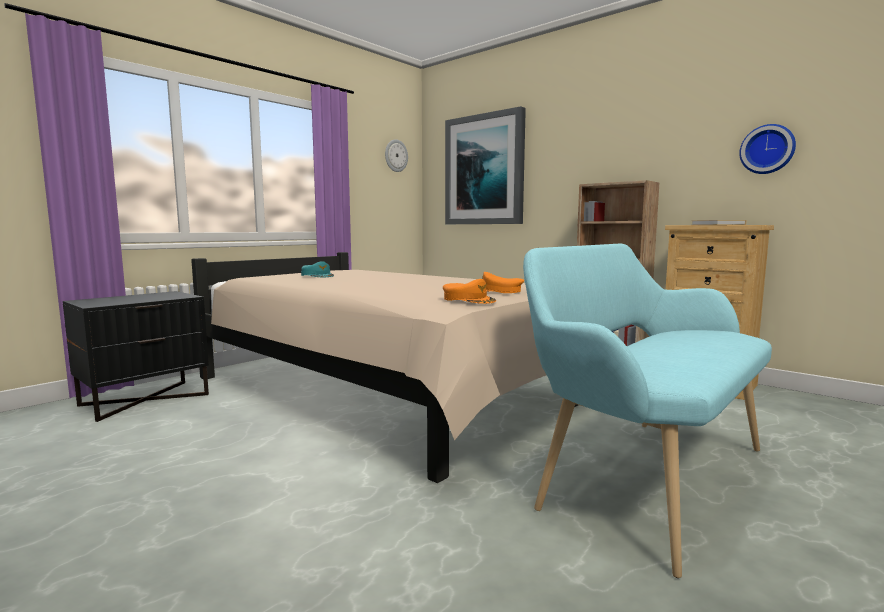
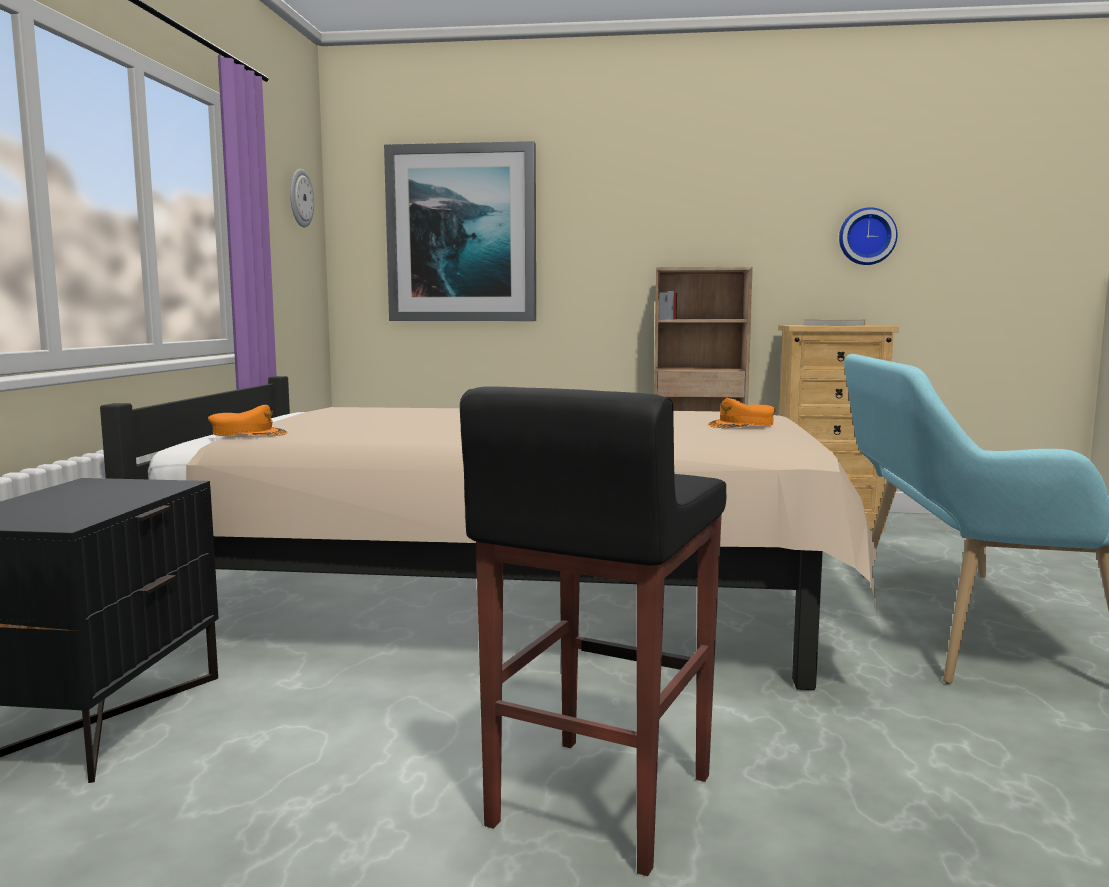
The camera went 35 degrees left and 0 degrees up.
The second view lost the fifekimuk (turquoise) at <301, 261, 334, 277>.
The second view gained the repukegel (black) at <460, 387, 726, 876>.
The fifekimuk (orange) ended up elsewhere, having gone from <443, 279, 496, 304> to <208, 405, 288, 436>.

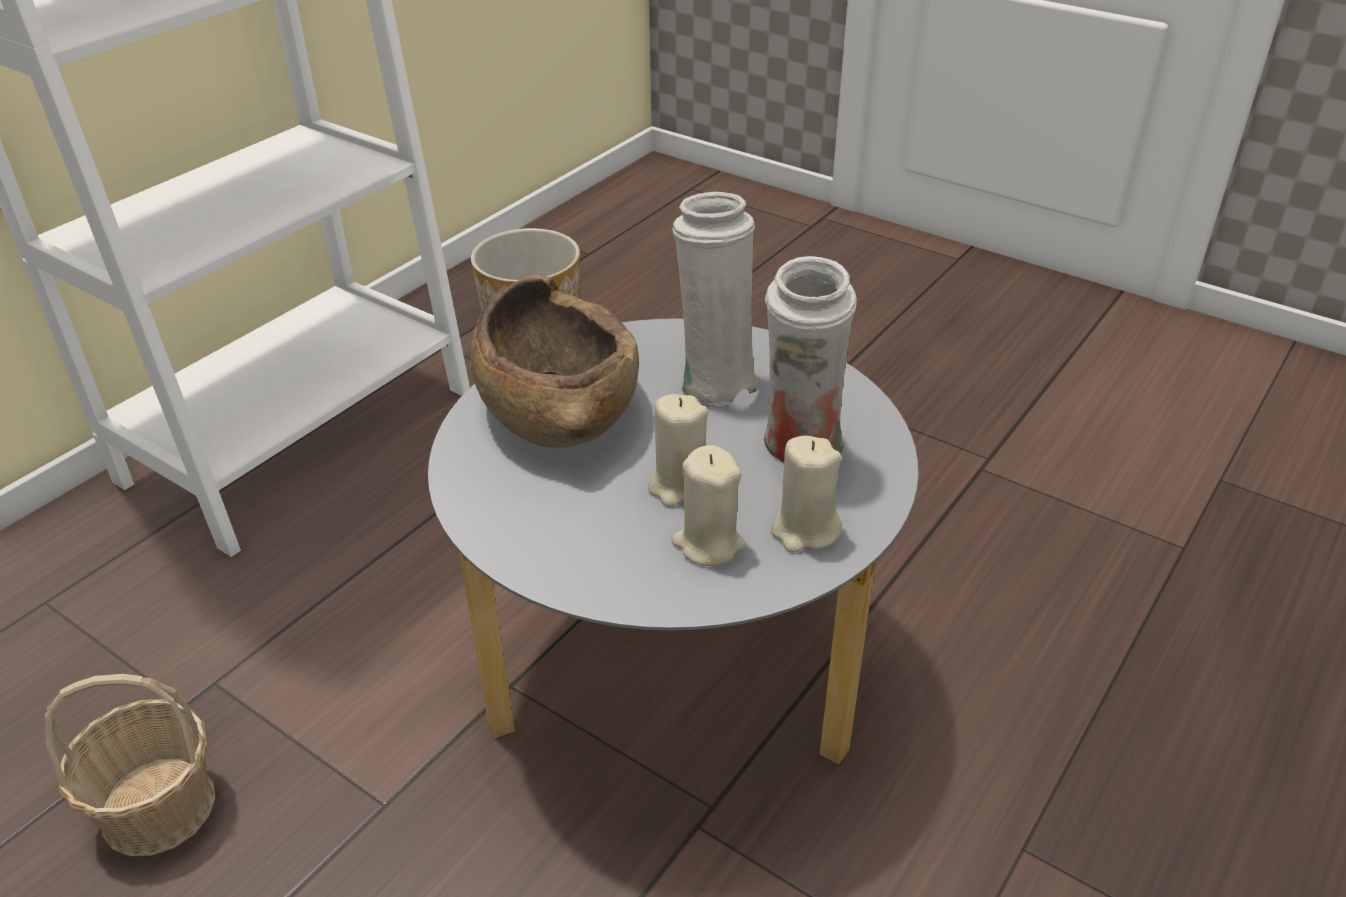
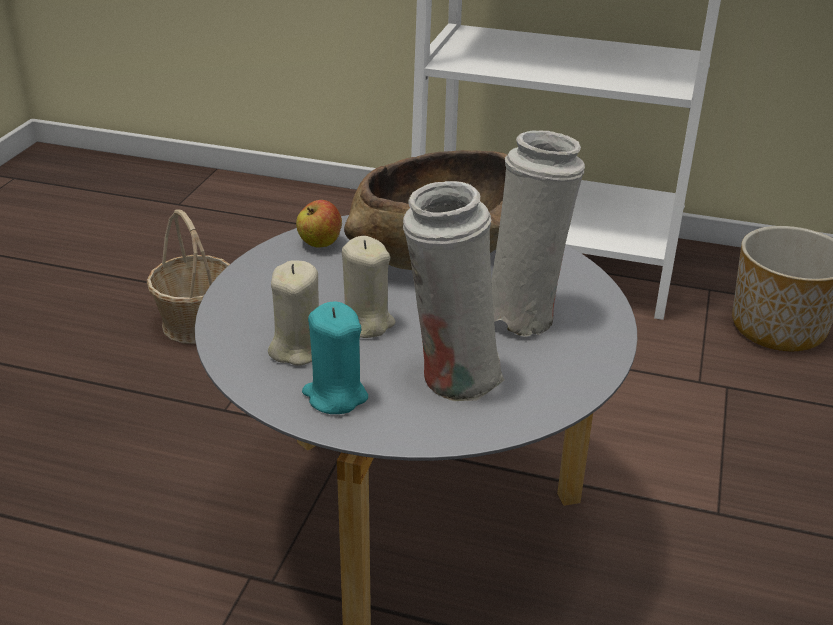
The camera went 70 degrees right and 5 degrees down.
The second view gained the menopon at <296, 200, 342, 247>.
What was the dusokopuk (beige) at <771, 436, 842, 553> turned into the dusokopuk (turquoise) at <302, 301, 368, 414>.

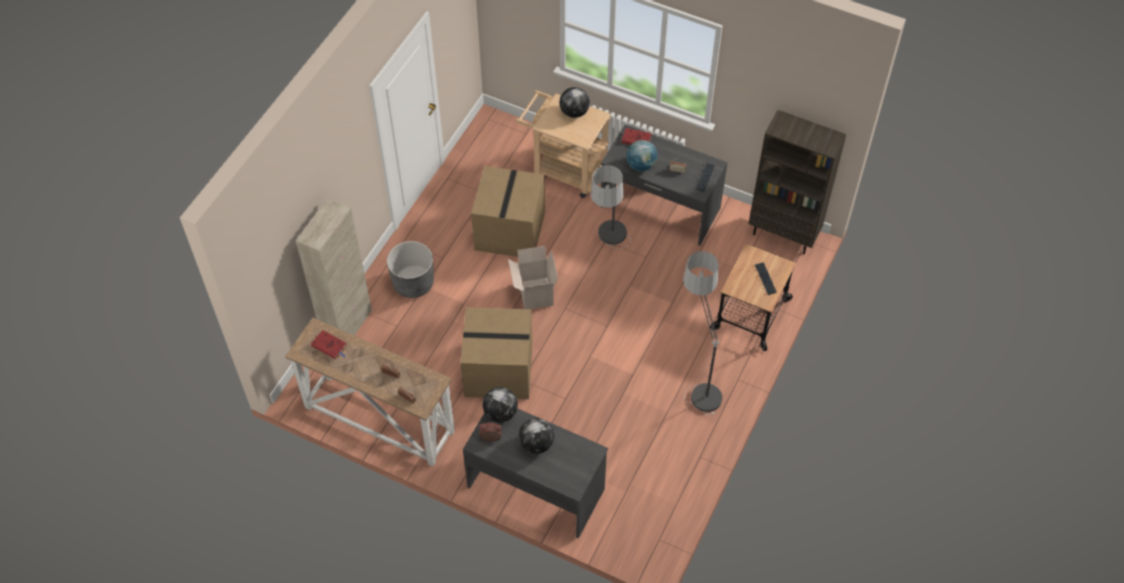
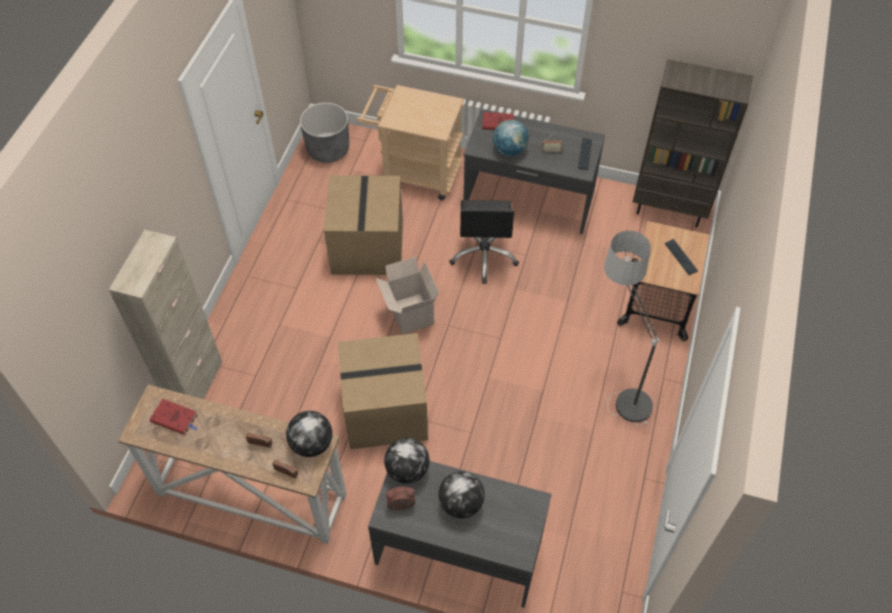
The camera went 10 degrees left and 0 degrees up.
The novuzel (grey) ended up elsewhere, having gone from <387, 241, 434, 298> to <300, 102, 349, 163>.
The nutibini ended up elsewhere, having gone from <559, 87, 590, 118> to <286, 411, 332, 457>.
Where the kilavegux stood at <591, 165, 631, 249>, the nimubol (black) came to stand at <449, 200, 519, 284>.

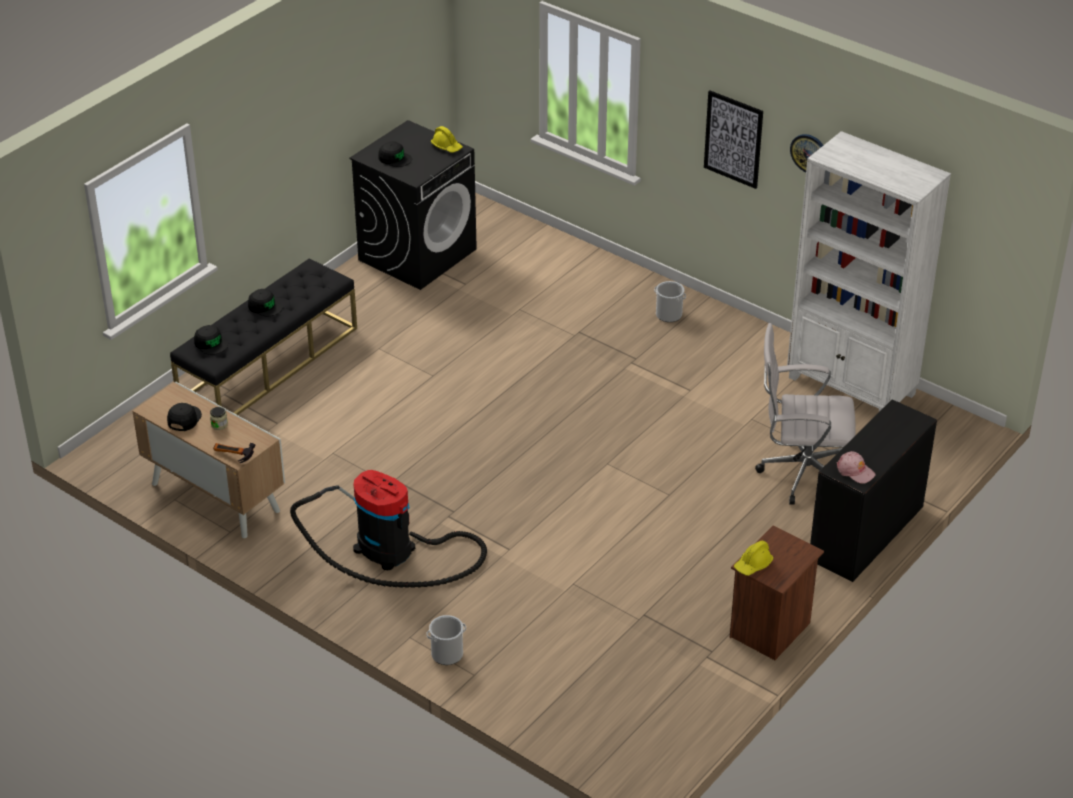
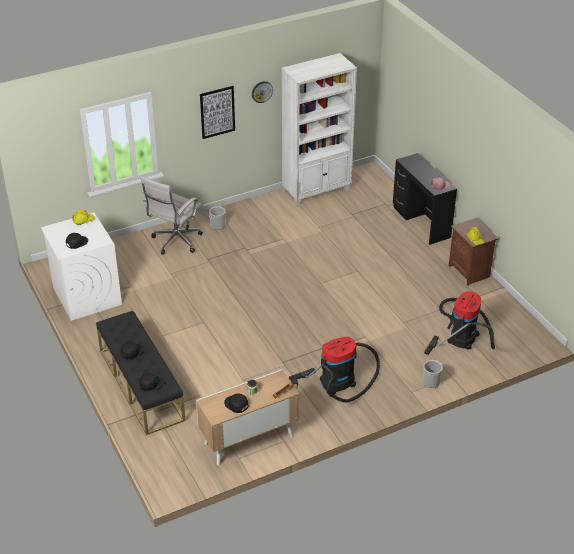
The camera went 65 degrees left and 0 degrees up.
The second view gained the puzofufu at <424, 291, 495, 355>.
The nimubol (white) ended up elsewhere, having gone from <755, 323, 856, 505> to <141, 176, 203, 255>.
What was the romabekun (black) at <349, 120, 477, 290> turned into the romabekun (white) at <41, 212, 122, 321>.

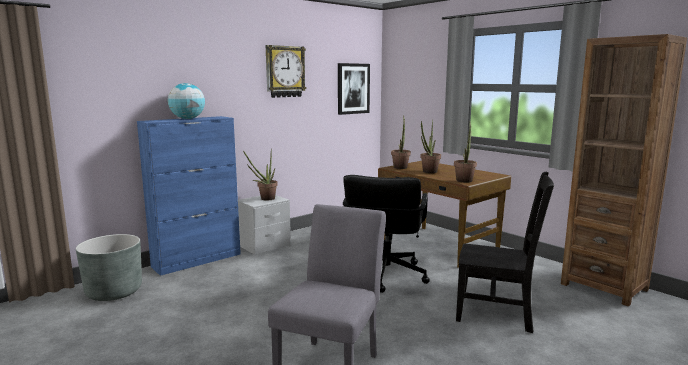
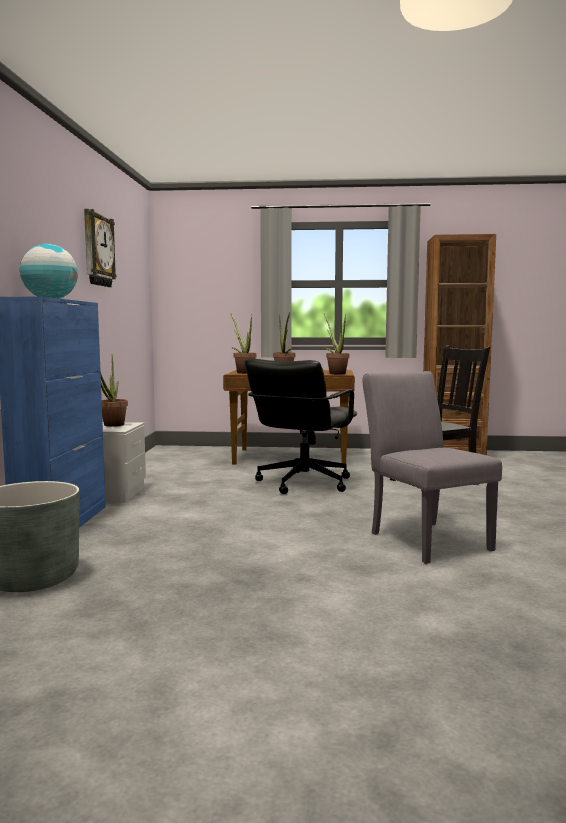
The camera went 45 degrees left and 5 degrees down.
The second view lost the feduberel at <338, 63, 370, 115>.
The nimubol (black) at <343, 175, 430, 293> ended up facing another way, 60 degrees clockwise from before.

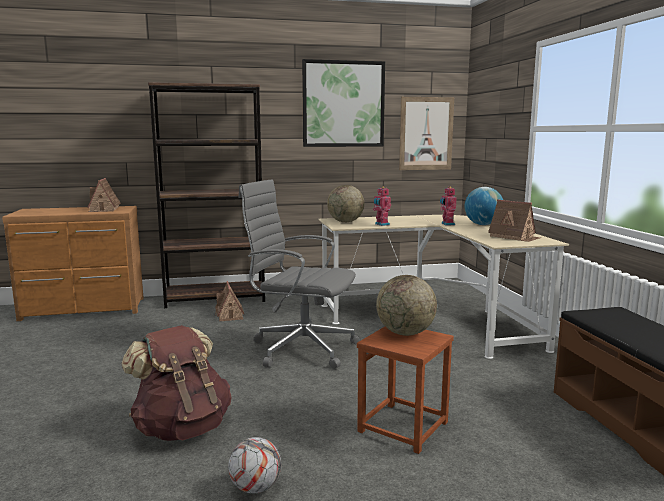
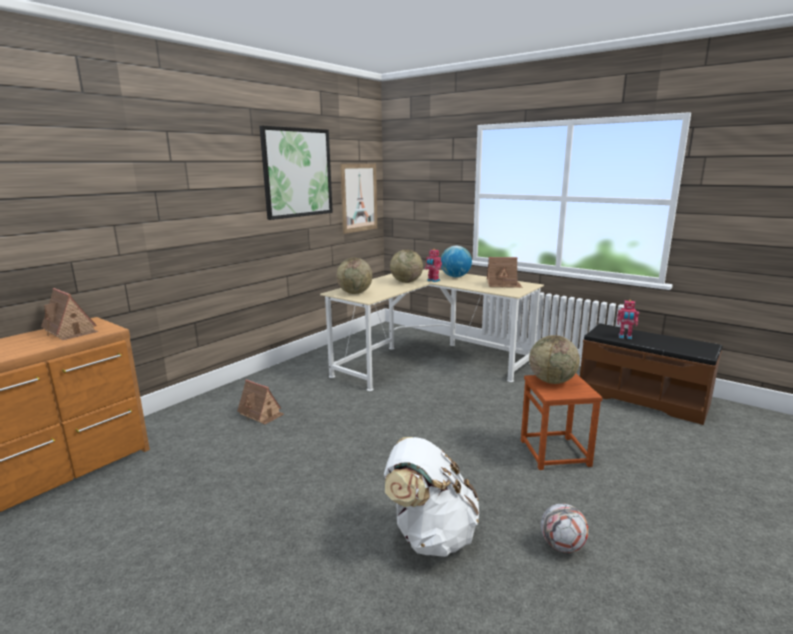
The camera went 40 degrees left and 5 degrees up.
The second view lost the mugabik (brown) at <148, 82, 265, 308>.
The second view lost the nimubol (grey) at <238, 179, 361, 369>.
The second view gained the nutibini at <390, 249, 423, 283>.
The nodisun ended up elsewhere, having gone from <373, 187, 391, 226> to <617, 300, 639, 339>.
What was the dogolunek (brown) at <121, 325, 231, 441> turned into the dogolunek (white) at <384, 437, 479, 557>.

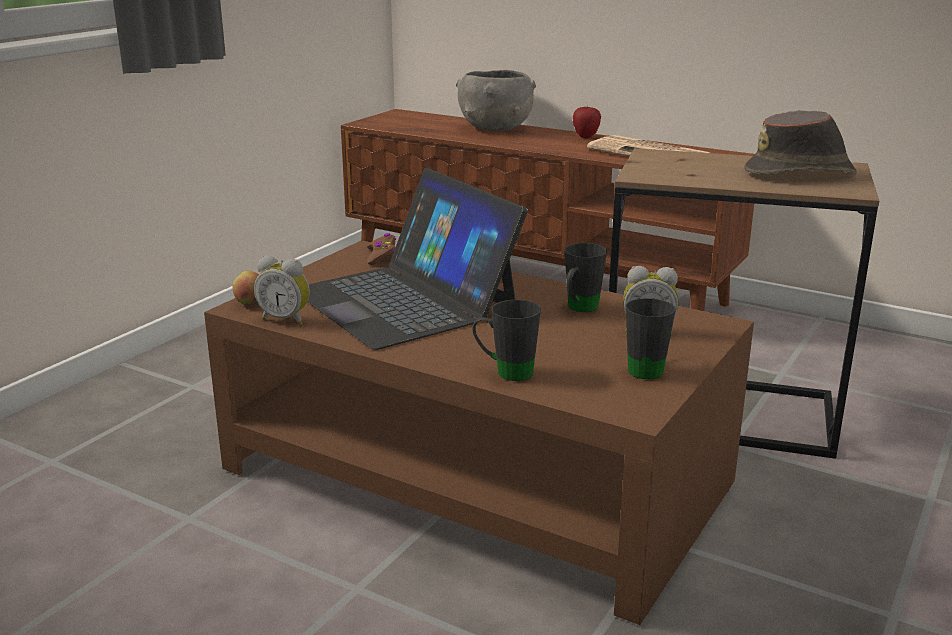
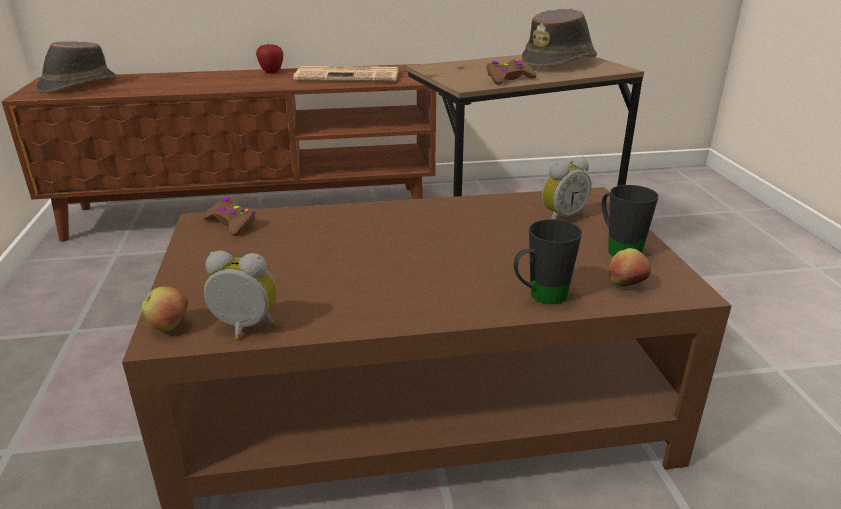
The camera went 40 degrees left and 5 degrees up.
The second view lost the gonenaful at <307, 168, 528, 350>.
The second view lost the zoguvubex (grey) at <456, 70, 536, 131>.
The second view lost the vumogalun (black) at <564, 243, 607, 312>.
The second view gained the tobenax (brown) at <36, 41, 117, 93>.
The second view gained the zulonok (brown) at <486, 59, 537, 85>.
The second view gained the menopon at <609, 248, 651, 286>.
The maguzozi at <254, 256, 310, 325> ended up facing another way, 150 degrees counterclockwise from before.

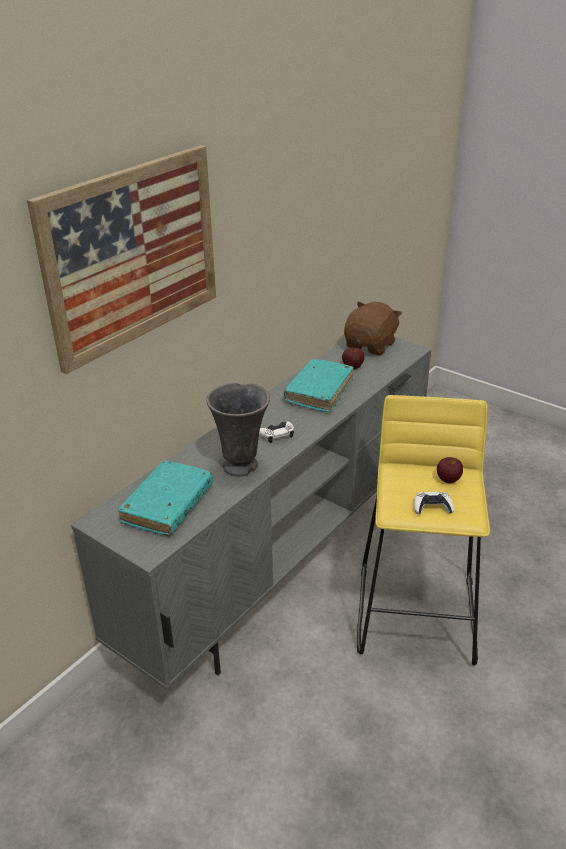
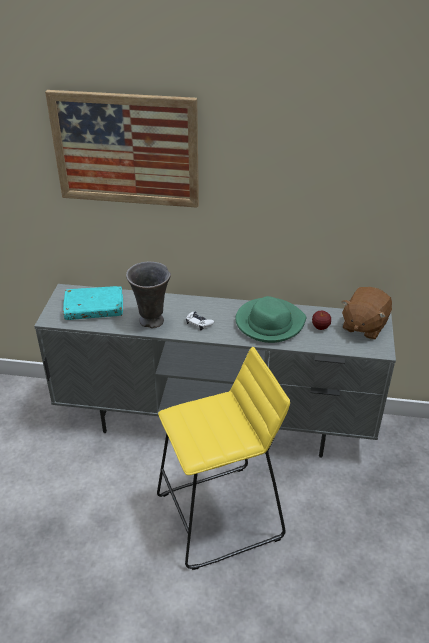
The camera went 60 degrees right and 5 degrees up.
The second view lost the zulonok (white) at <414, 492, 454, 514>.
The second view lost the menopon at <437, 457, 463, 483>.
Where the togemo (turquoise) stood at <284, 359, 354, 412>, the tobenax (green) came to stand at <236, 296, 306, 343>.
The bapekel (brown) at <344, 302, 402, 355> ended up facing another way, 120 degrees clockwise from before.

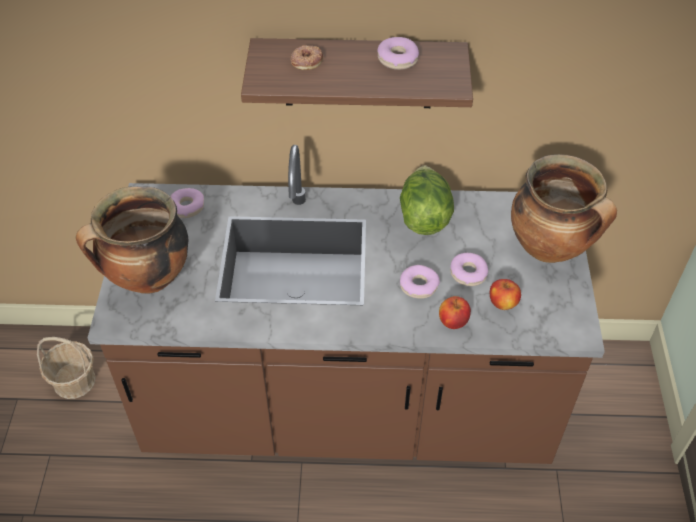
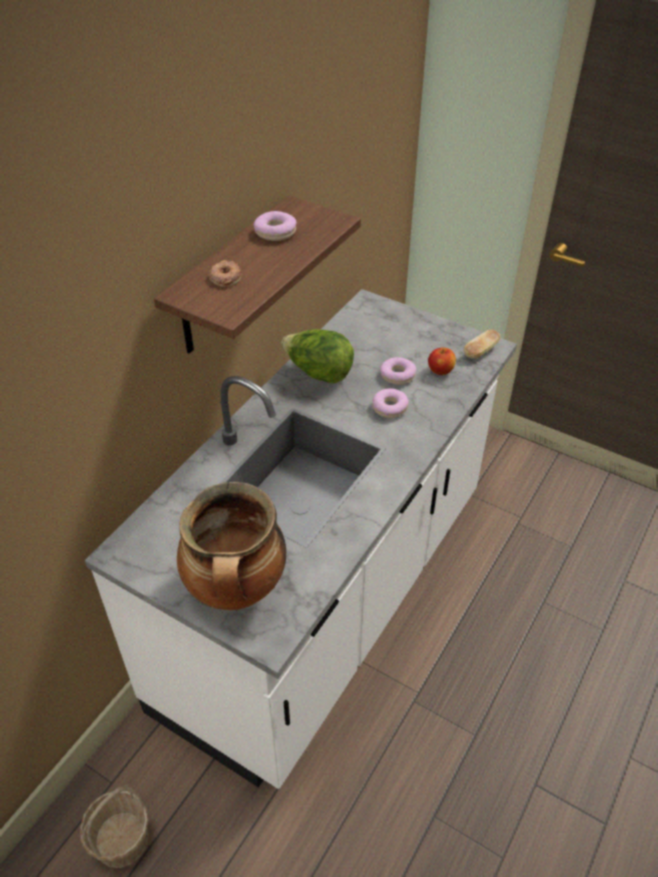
The camera went 60 degrees left and 5 degrees down.
The second view lost the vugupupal at <170, 188, 204, 218>.
The second view lost the menopon at <439, 296, 471, 329>.
The second view lost the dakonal at <511, 154, 617, 263>.
The second view gained the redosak at <463, 329, 500, 359>.
What was the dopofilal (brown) at <88, 145, 605, 464> turned into the dopofilal (white) at <85, 289, 517, 789>.

